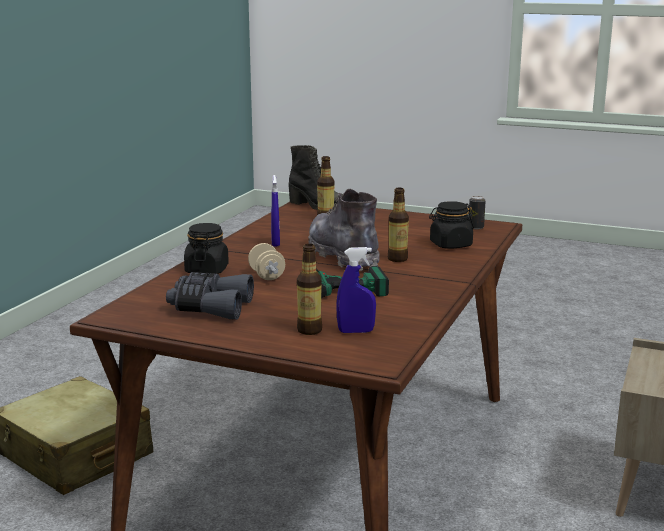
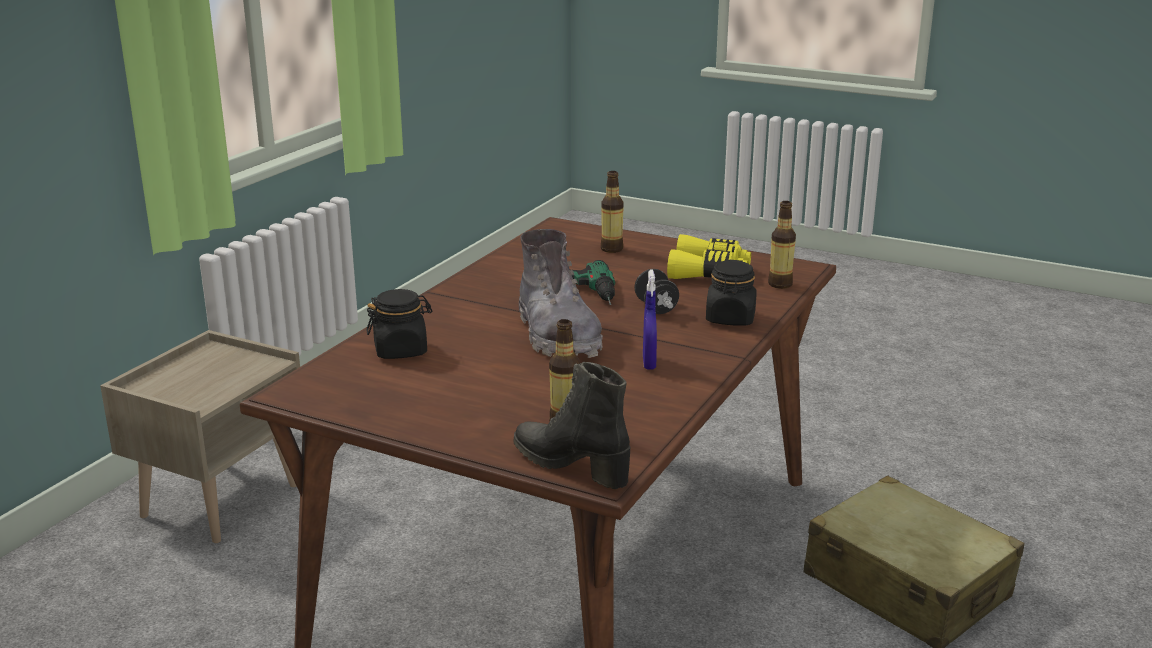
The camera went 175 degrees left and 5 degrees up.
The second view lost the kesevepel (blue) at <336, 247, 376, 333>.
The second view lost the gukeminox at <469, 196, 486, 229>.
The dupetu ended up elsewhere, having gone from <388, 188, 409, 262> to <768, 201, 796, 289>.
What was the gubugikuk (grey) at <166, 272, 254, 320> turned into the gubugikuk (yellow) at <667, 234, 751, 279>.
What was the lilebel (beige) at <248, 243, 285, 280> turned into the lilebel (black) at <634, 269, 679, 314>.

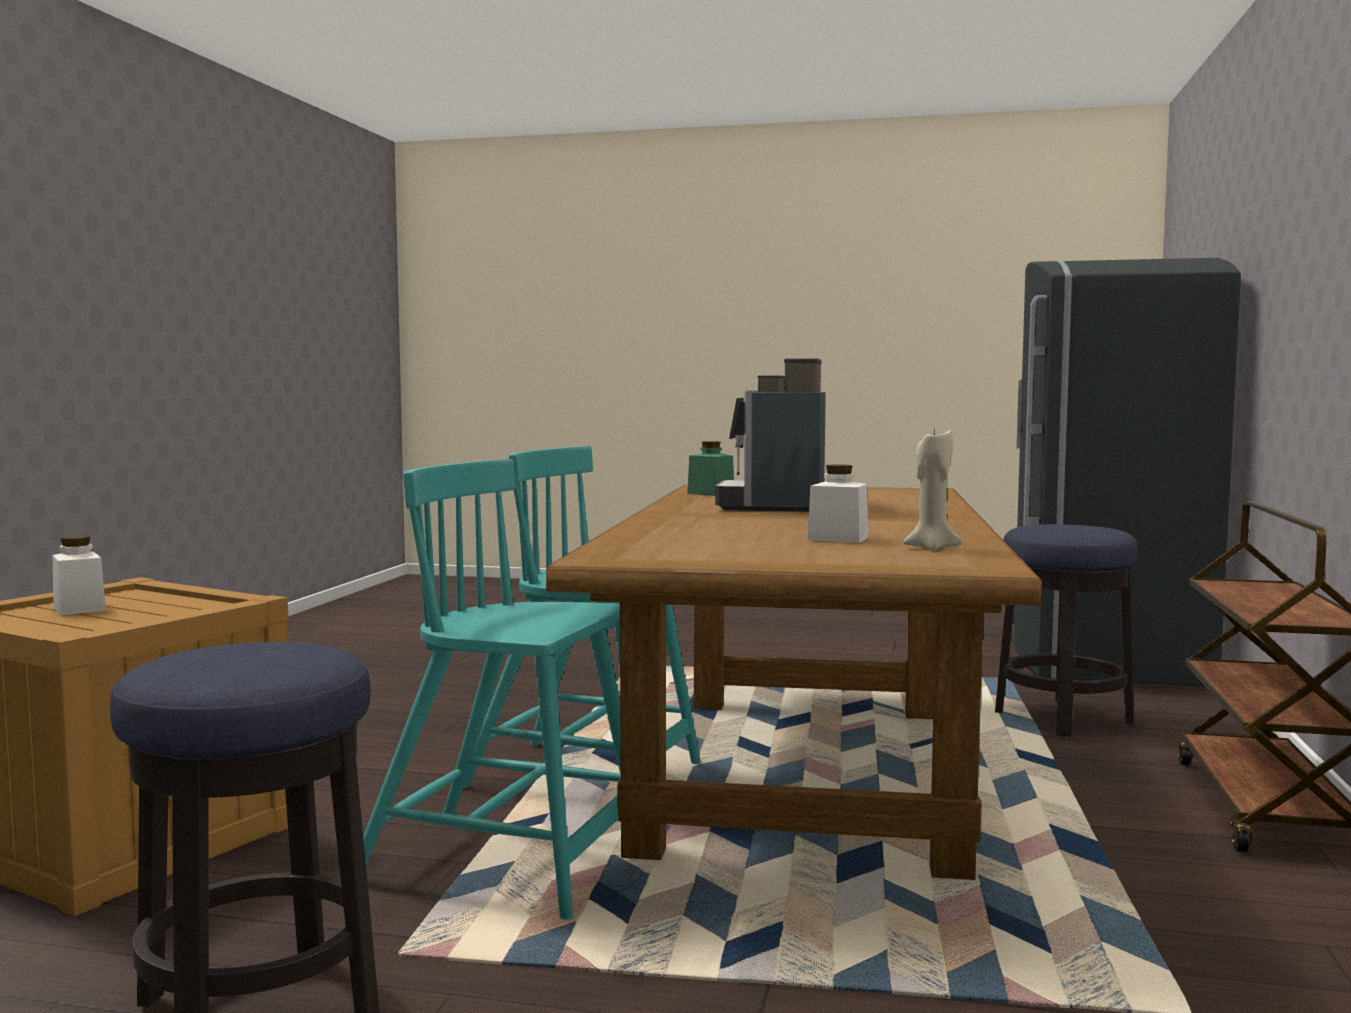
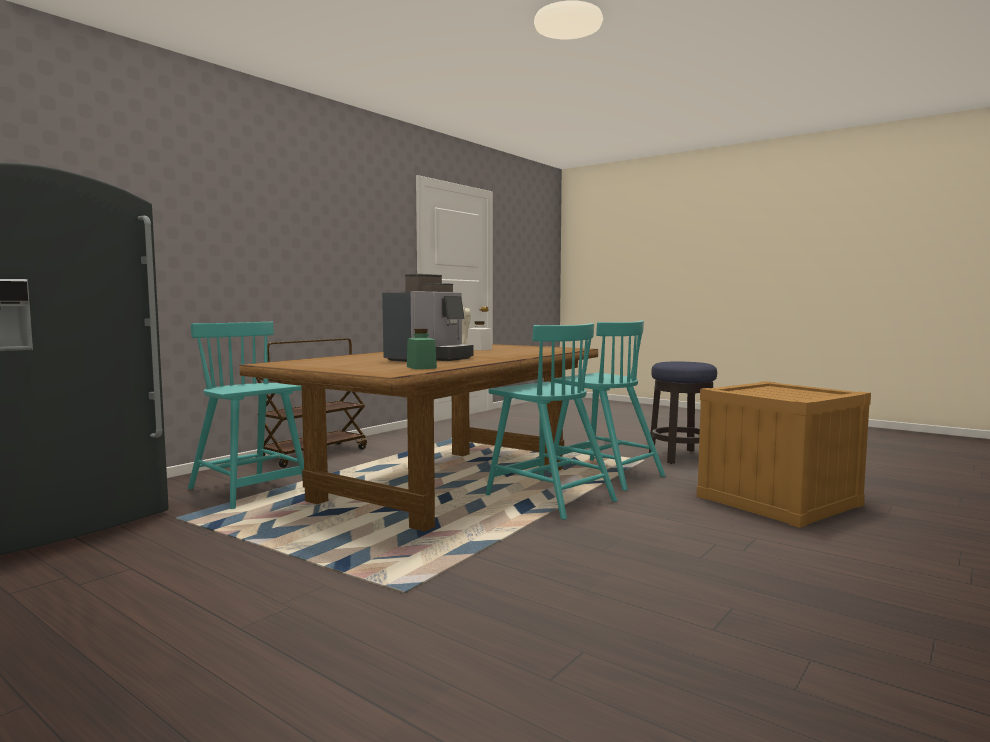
The camera went 155 degrees left and 0 degrees up.
The second view lost the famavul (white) at <53, 535, 106, 615>.
Where the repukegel stood at <995, 524, 1138, 737>, the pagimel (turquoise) came to stand at <188, 322, 304, 509>.

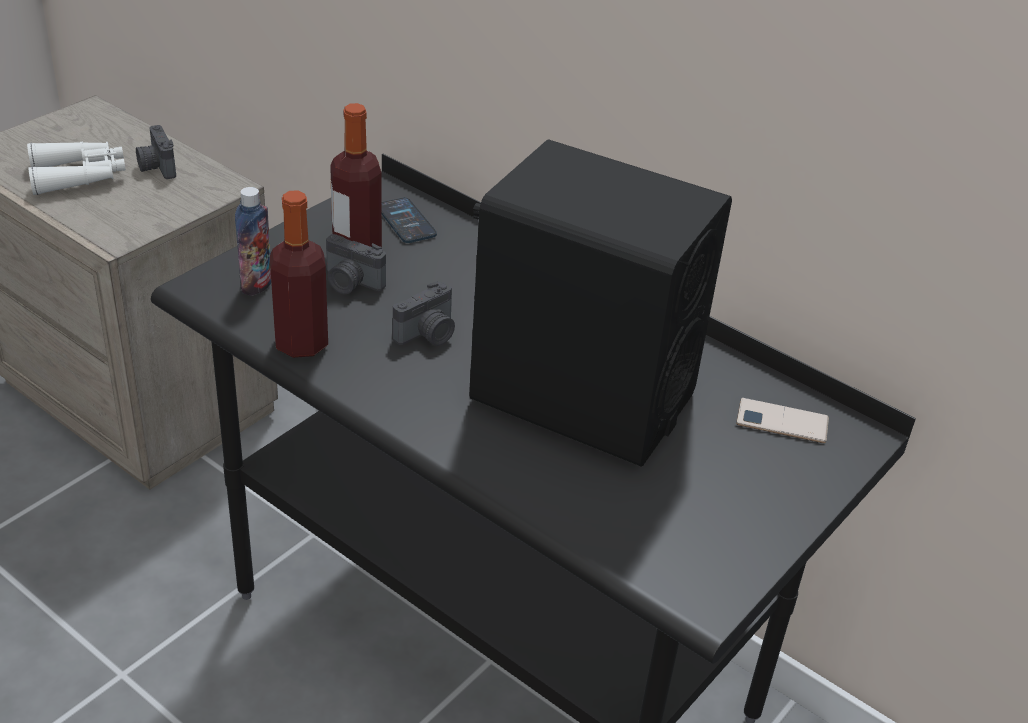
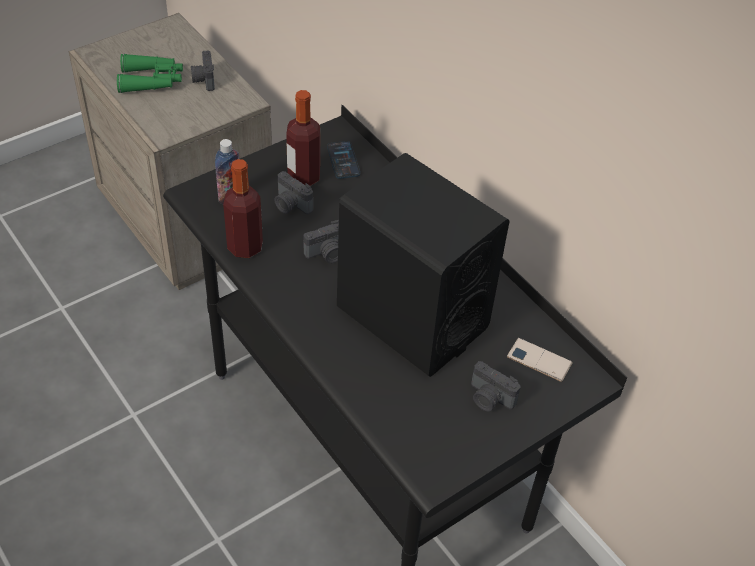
The camera went 15 degrees right and 10 degrees up.
The second view gained the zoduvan at <471, 361, 521, 411>.
What was the gubugikuk (white) at <27, 142, 126, 195> turned into the gubugikuk (green) at <117, 54, 183, 93>.

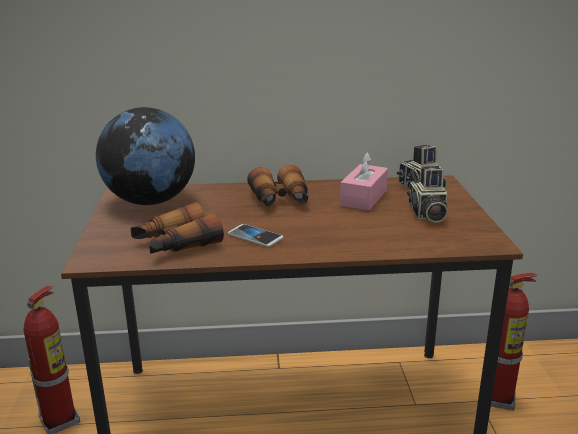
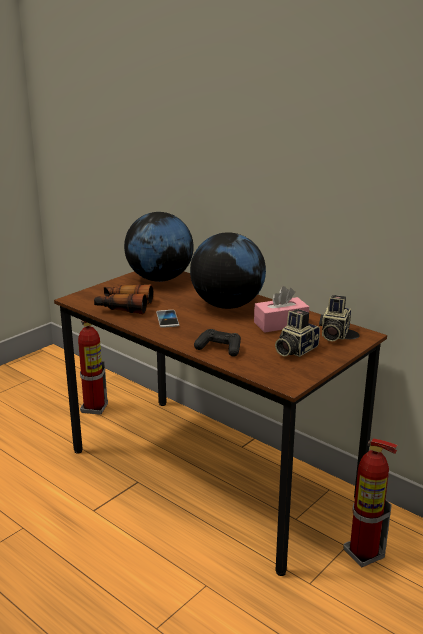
The camera went 45 degrees right and 0 degrees up.
The second view gained the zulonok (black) at <194, 329, 241, 357>.
Where the gubugikuk stood at <247, 165, 308, 207>, the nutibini came to stand at <190, 232, 266, 309>.

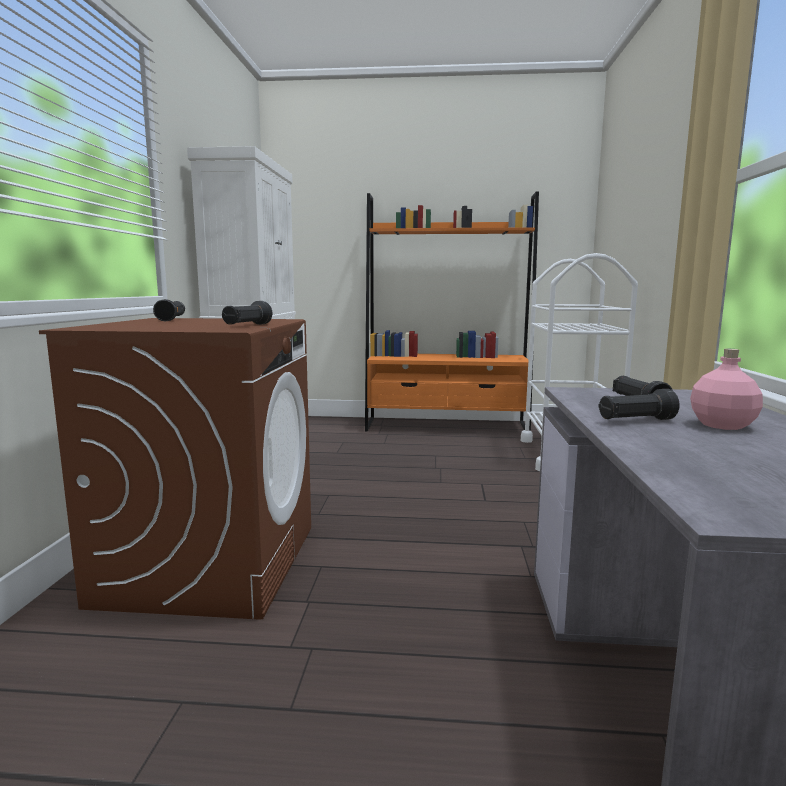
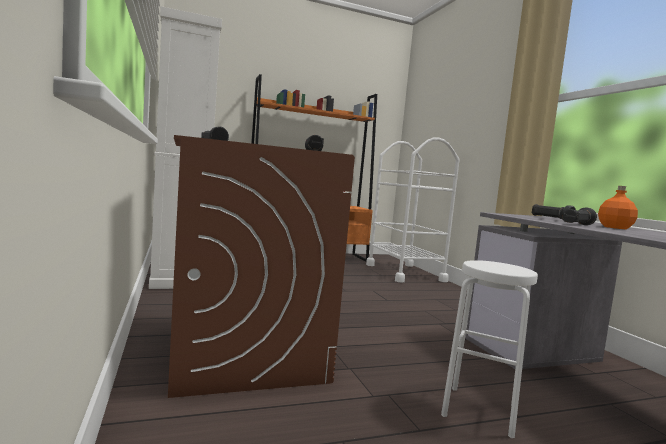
The camera went 25 degrees left and 5 degrees down.
The second view gained the repukegel (white) at <441, 260, 538, 438>.
What was the dupetu (pink) at <690, 349, 763, 430> turned into the dupetu (orange) at <598, 186, 638, 229>.

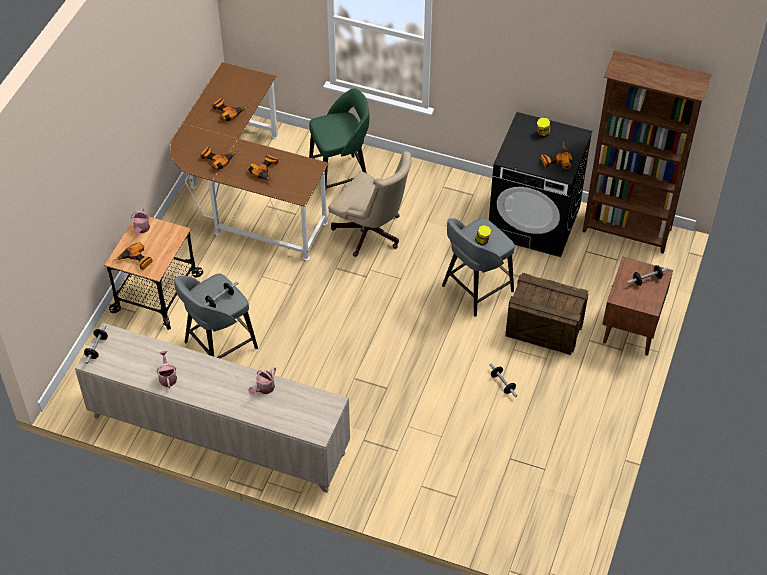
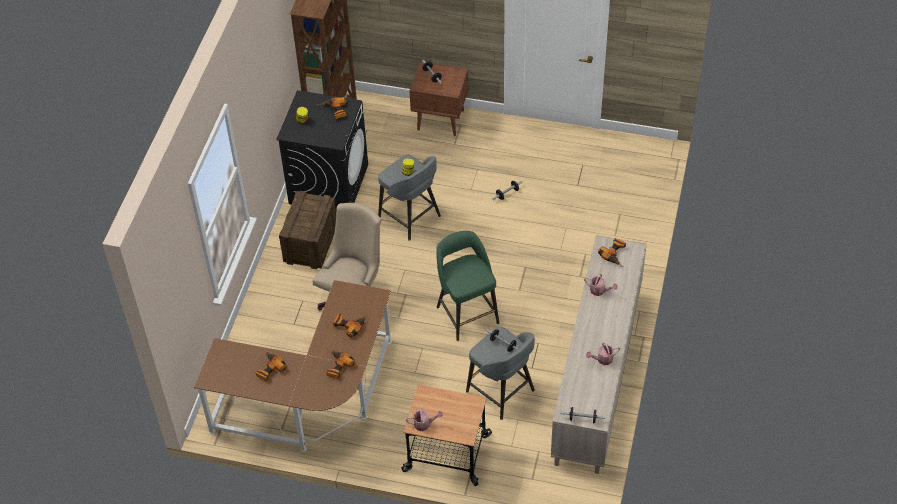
The camera went 95 degrees left and 0 degrees up.
The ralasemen ended up elsewhere, having gone from <112, 242, 153, 270> to <598, 238, 626, 267>.
The repukegel (green) ended up elsewhere, having gone from <309, 88, 370, 188> to <436, 231, 499, 341>.
The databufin ended up elsewhere, having gone from <506, 273, 588, 355> to <279, 191, 336, 269>.

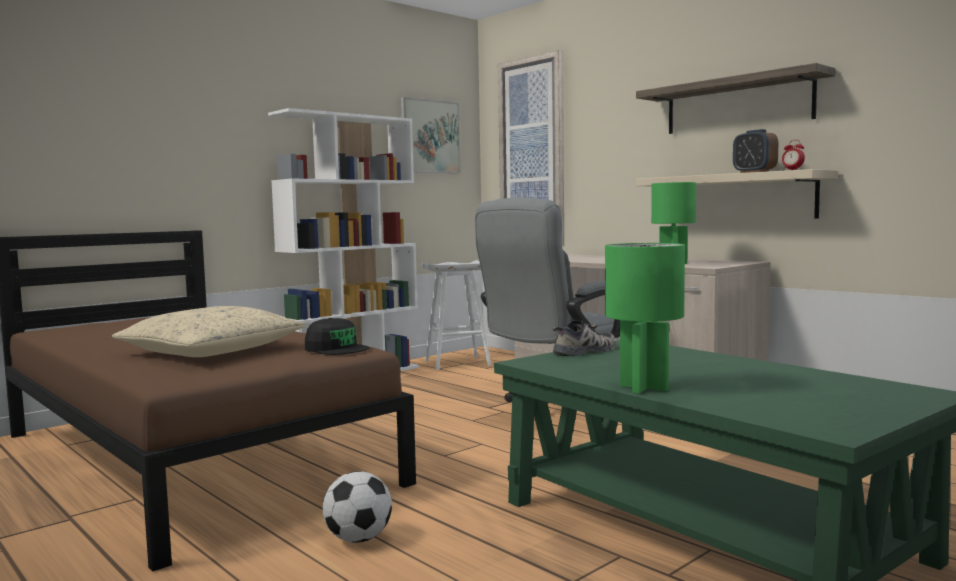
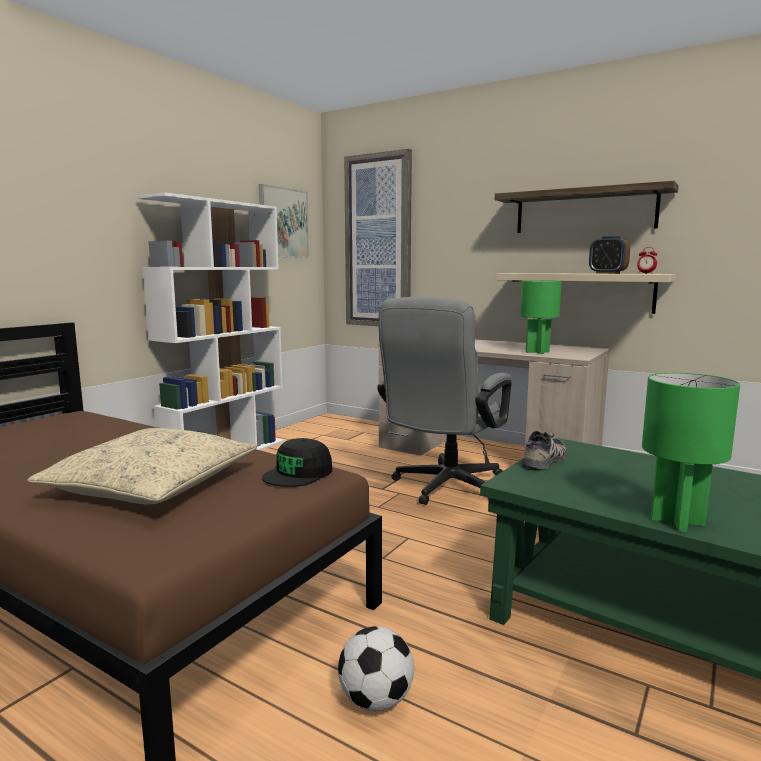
The camera went 15 degrees left and 5 degrees up.
The second view lost the repukegel (white) at <422, 260, 491, 370>.
The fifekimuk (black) at <305, 318, 370, 355> ended up facing another way, 105 degrees clockwise from before.

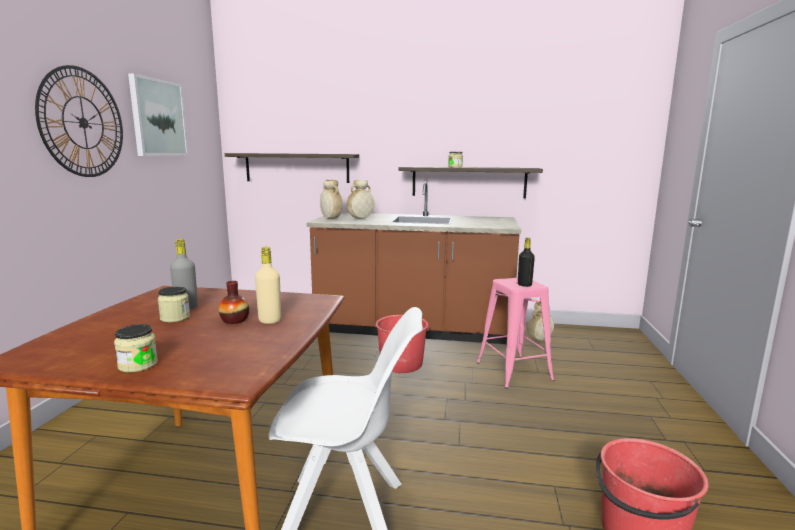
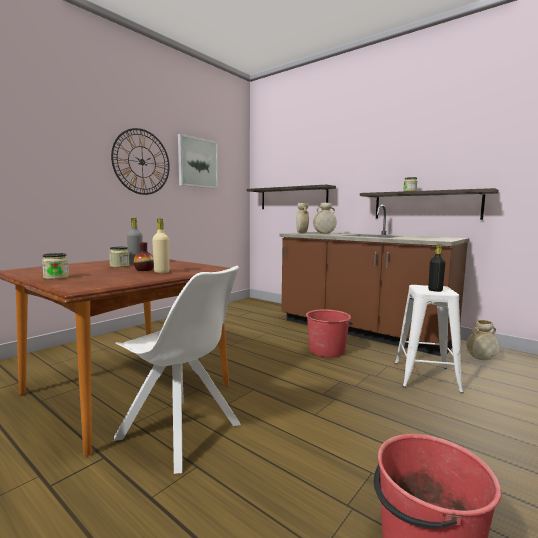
The camera went 30 degrees right and 5 degrees down.
What was the repukegel (pink) at <477, 277, 554, 389> turned into the repukegel (white) at <395, 285, 464, 393>.

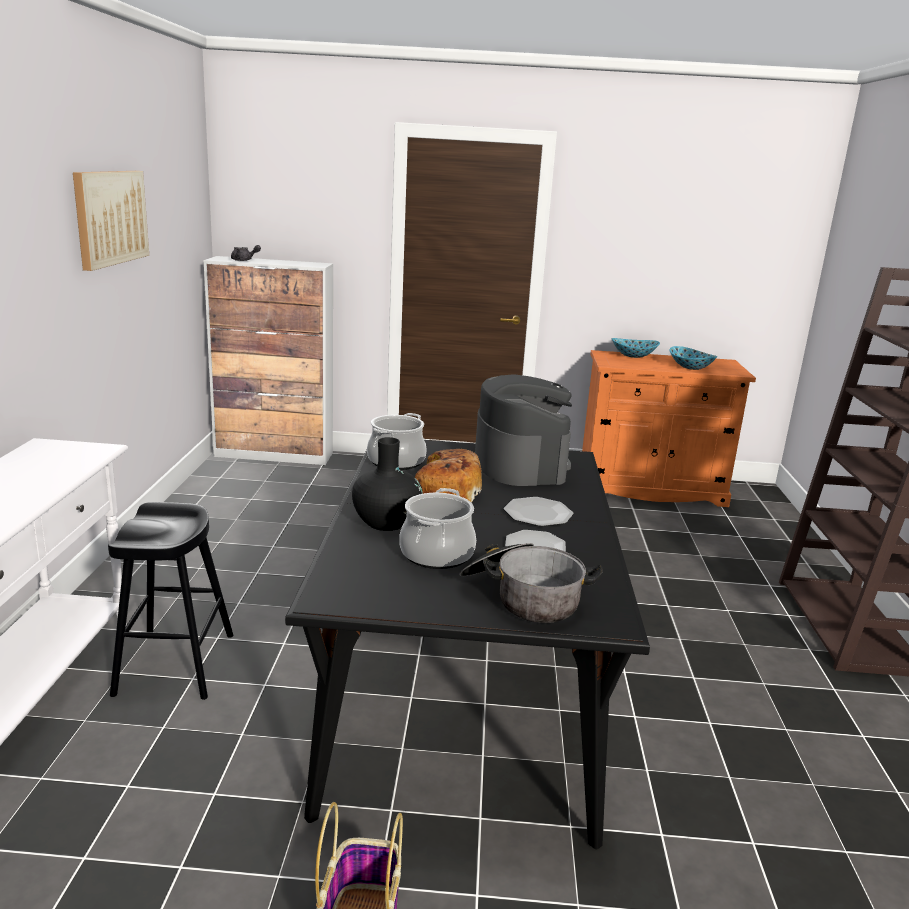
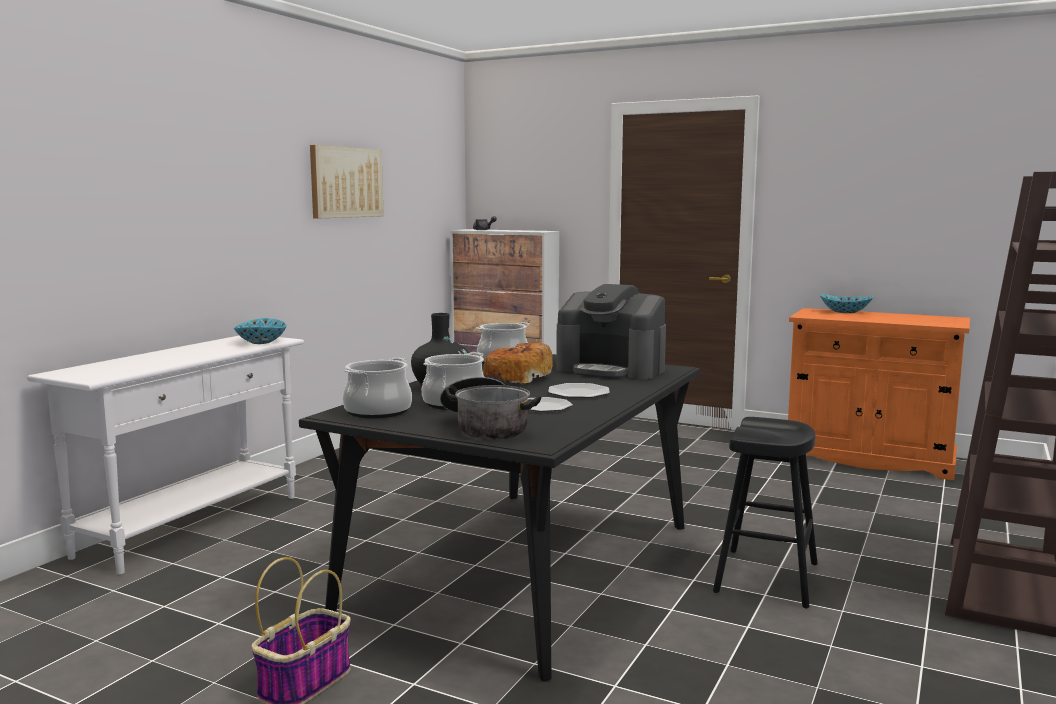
The camera went 25 degrees right and 10 degrees down.
The second view gained the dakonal at <343, 358, 412, 418>.
The repukegel (black) ended up elsewhere, having gone from <108, 502, 233, 700> to <713, 417, 818, 608>.
The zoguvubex ended up elsewhere, having gone from <669, 346, 717, 370> to <234, 318, 287, 344>.
The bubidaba at <475, 374, 572, 486> ended up facing another way, 105 degrees clockwise from before.

